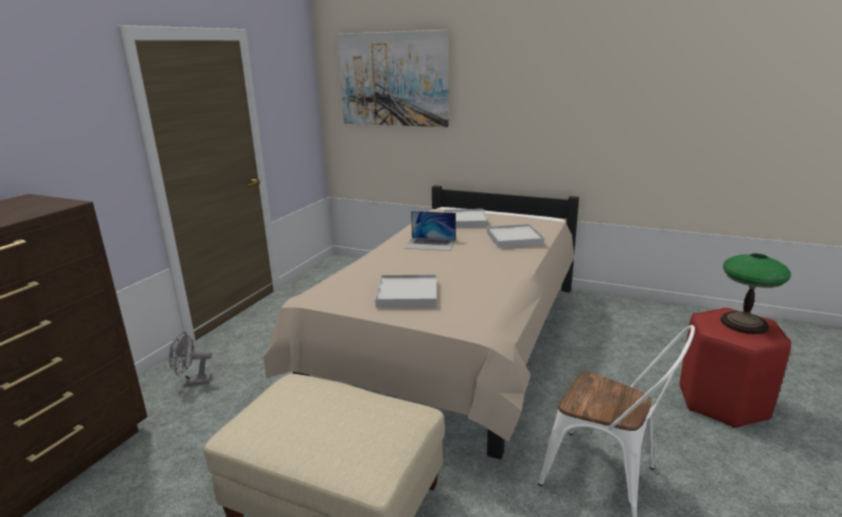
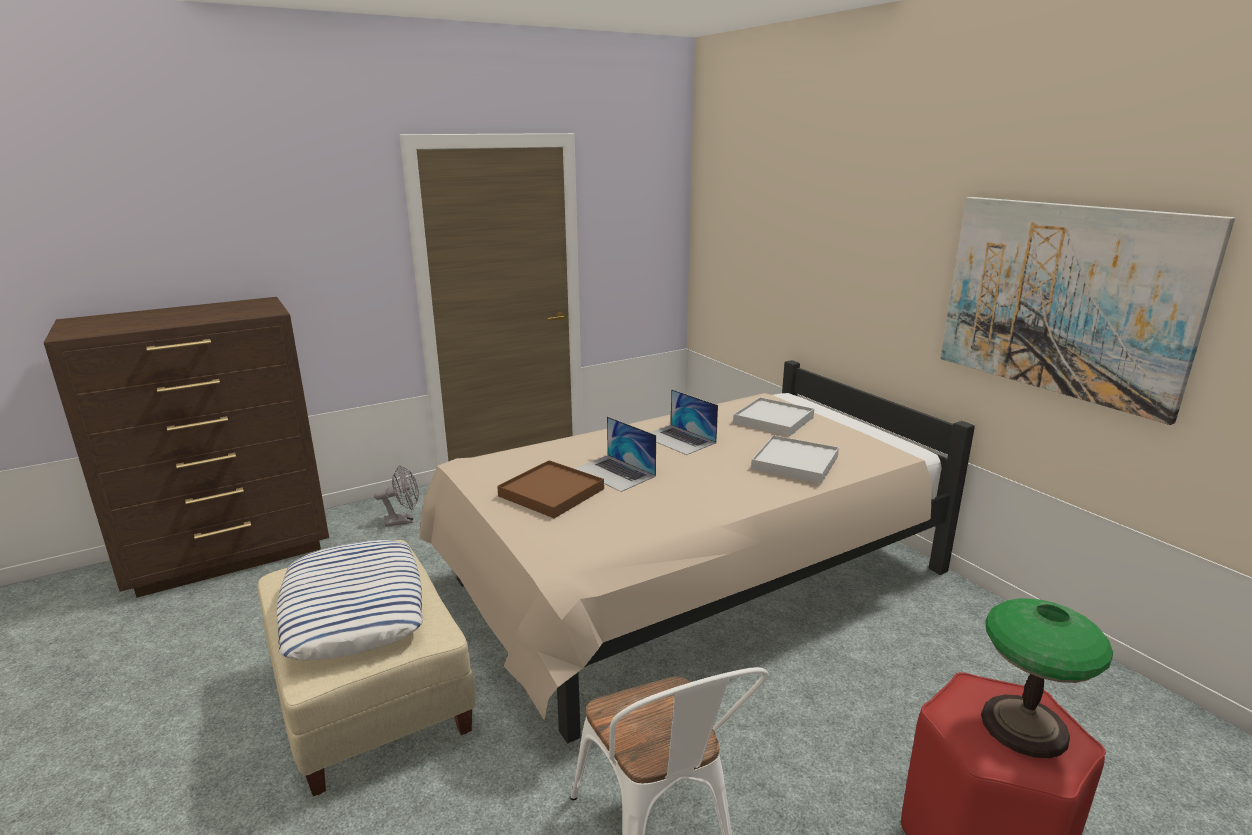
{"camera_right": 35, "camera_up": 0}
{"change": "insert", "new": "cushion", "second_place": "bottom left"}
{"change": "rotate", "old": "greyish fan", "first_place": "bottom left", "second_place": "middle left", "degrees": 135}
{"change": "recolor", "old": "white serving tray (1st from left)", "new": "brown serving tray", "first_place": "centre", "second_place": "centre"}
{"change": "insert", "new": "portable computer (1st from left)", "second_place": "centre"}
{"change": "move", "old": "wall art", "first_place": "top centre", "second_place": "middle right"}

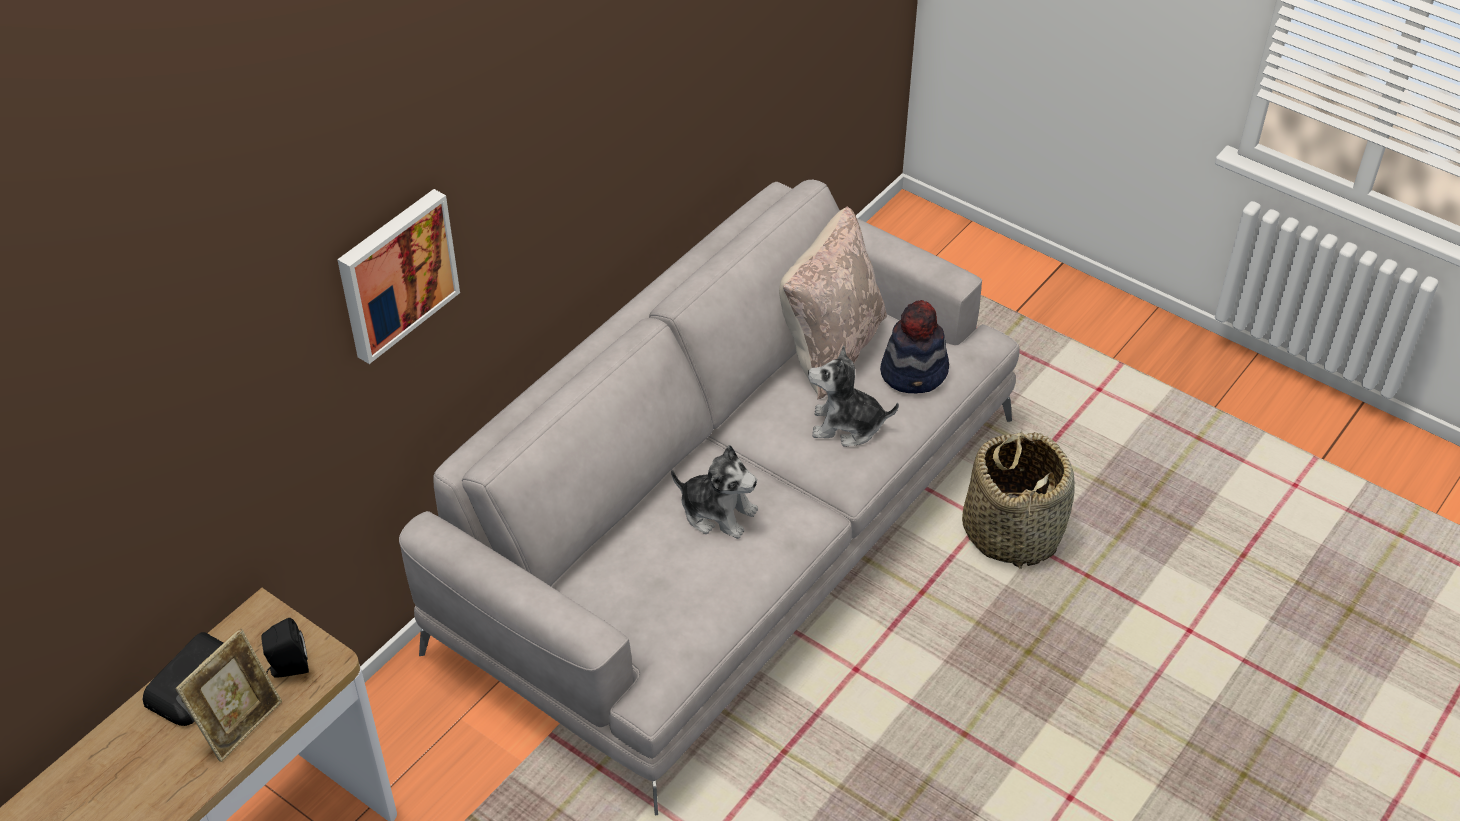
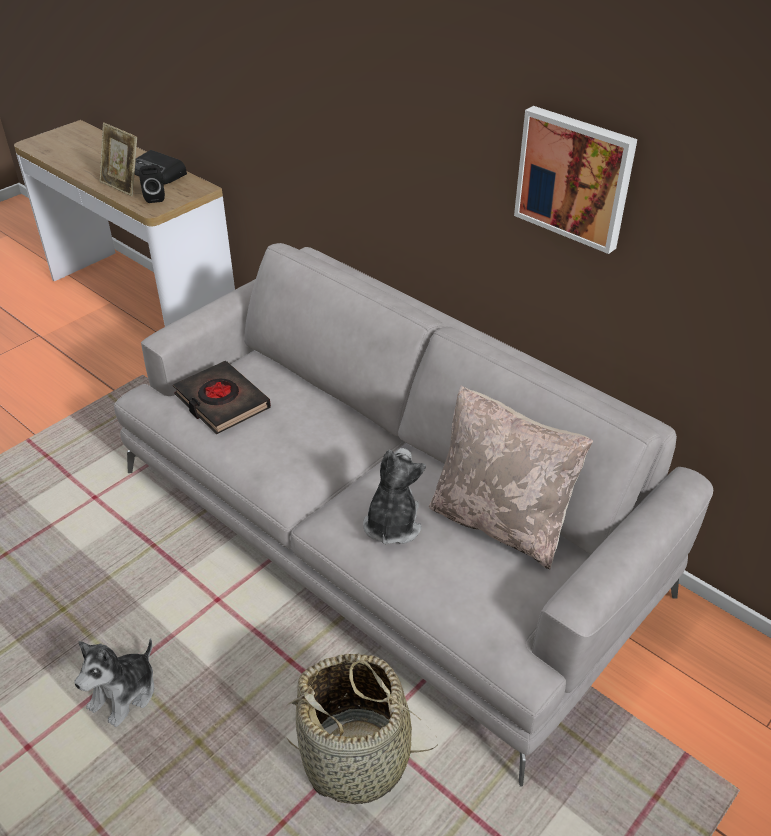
{"camera_right": 95, "camera_up": -5}
{"change": "move", "old": "cuddly toy (1st from left)", "first_place": "centre", "second_place": "bottom left"}
{"change": "insert", "new": "black-coloured volume", "second_place": "middle left"}
{"change": "move", "old": "wall art", "first_place": "middle left", "second_place": "top right"}
{"change": "delete", "old": "wearable hat", "first_place": "centre"}

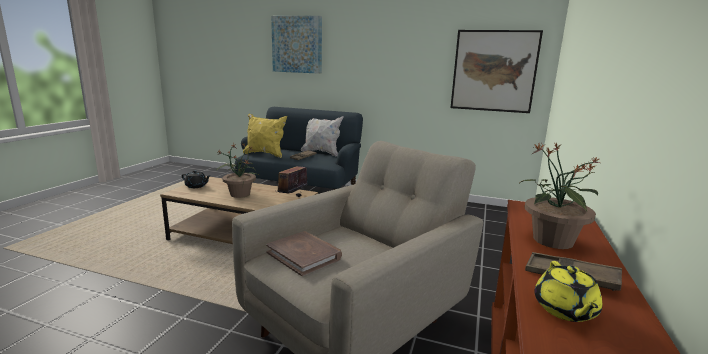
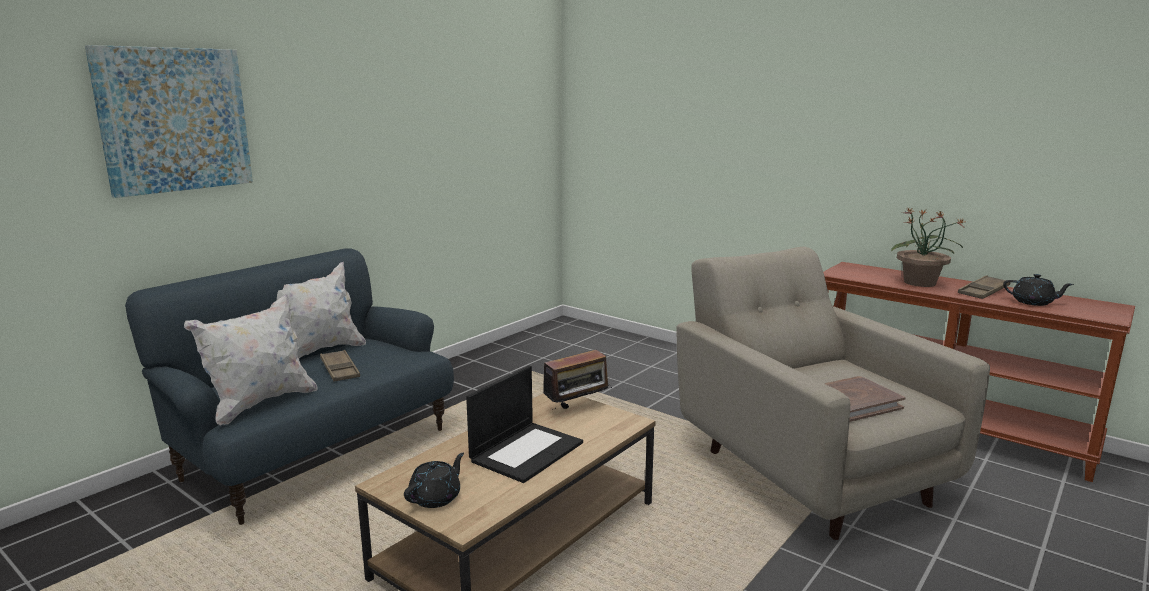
{"camera_right": -70, "camera_up": 0}
{"change": "recolor", "old": "yellow cushion", "new": "white cushion (1st from left)", "first_place": "centre", "second_place": "middle left"}
{"change": "replace", "old": "plant in a pot (1st from left)", "new": "portable computer", "first_place": "centre", "second_place": "bottom centre"}
{"change": "rotate", "old": "radio receiver", "first_place": "centre", "second_place": "centre", "degrees": -75}
{"change": "recolor", "old": "yellow tea pot", "new": "black-coloured tea pot (2nd from left)", "first_place": "bottom right", "second_place": "middle right"}
{"change": "delete", "old": "wall art (2nd from left)", "first_place": "top right"}

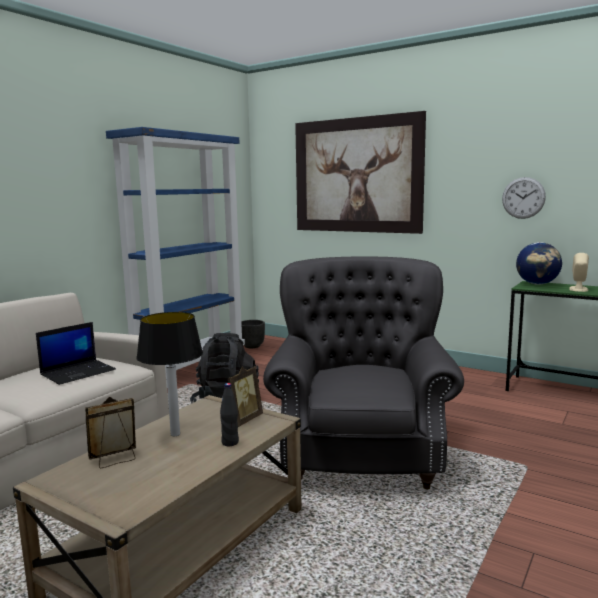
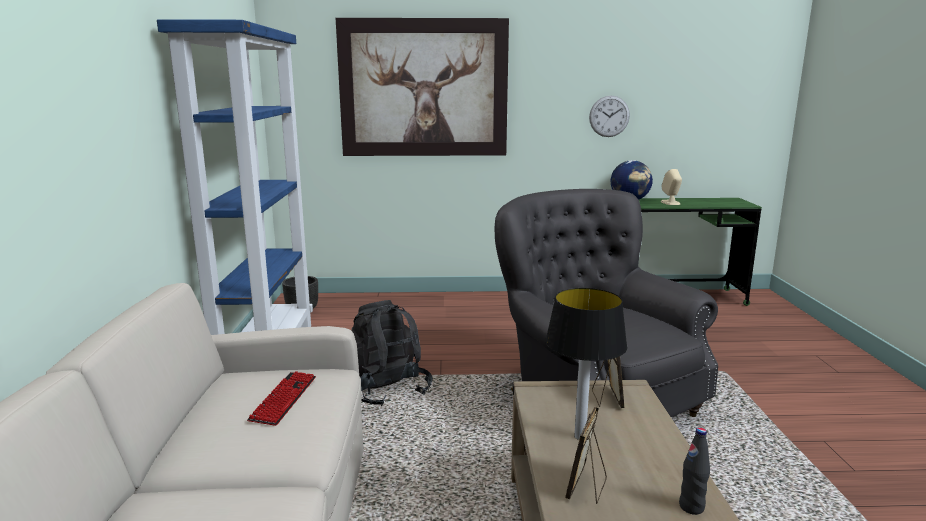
{"camera_right": -35, "camera_up": 5}
{"change": "replace", "old": "portable computer", "new": "computer keyboard", "first_place": "middle left", "second_place": "bottom left"}
{"change": "move", "old": "black-coloured beverage bottle", "first_place": "bottom centre", "second_place": "bottom right"}

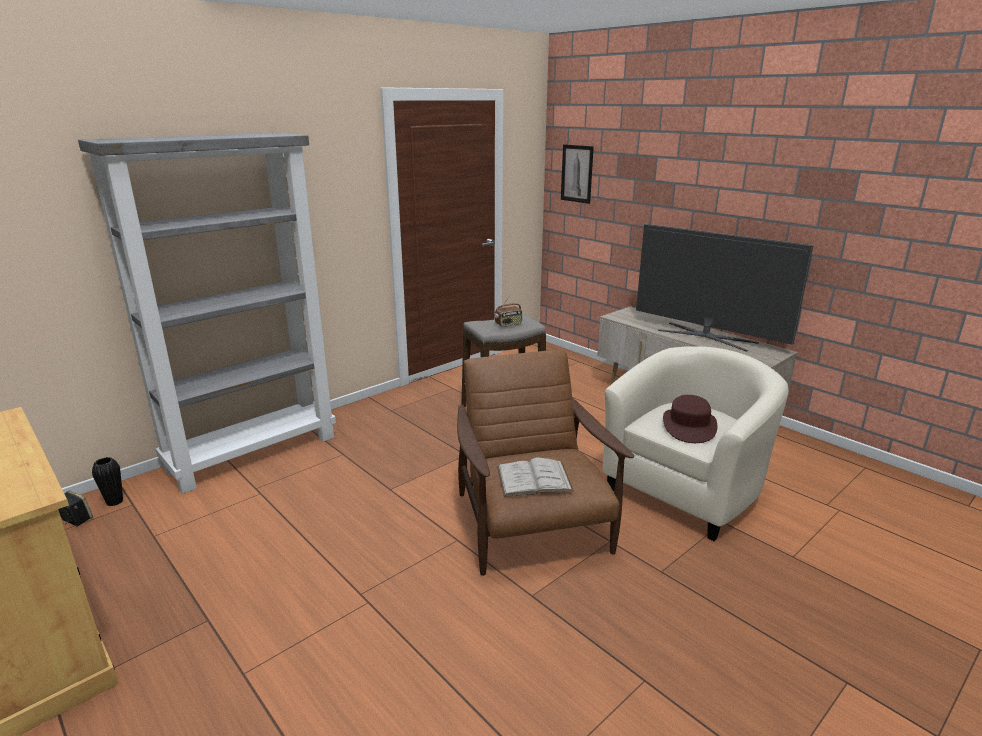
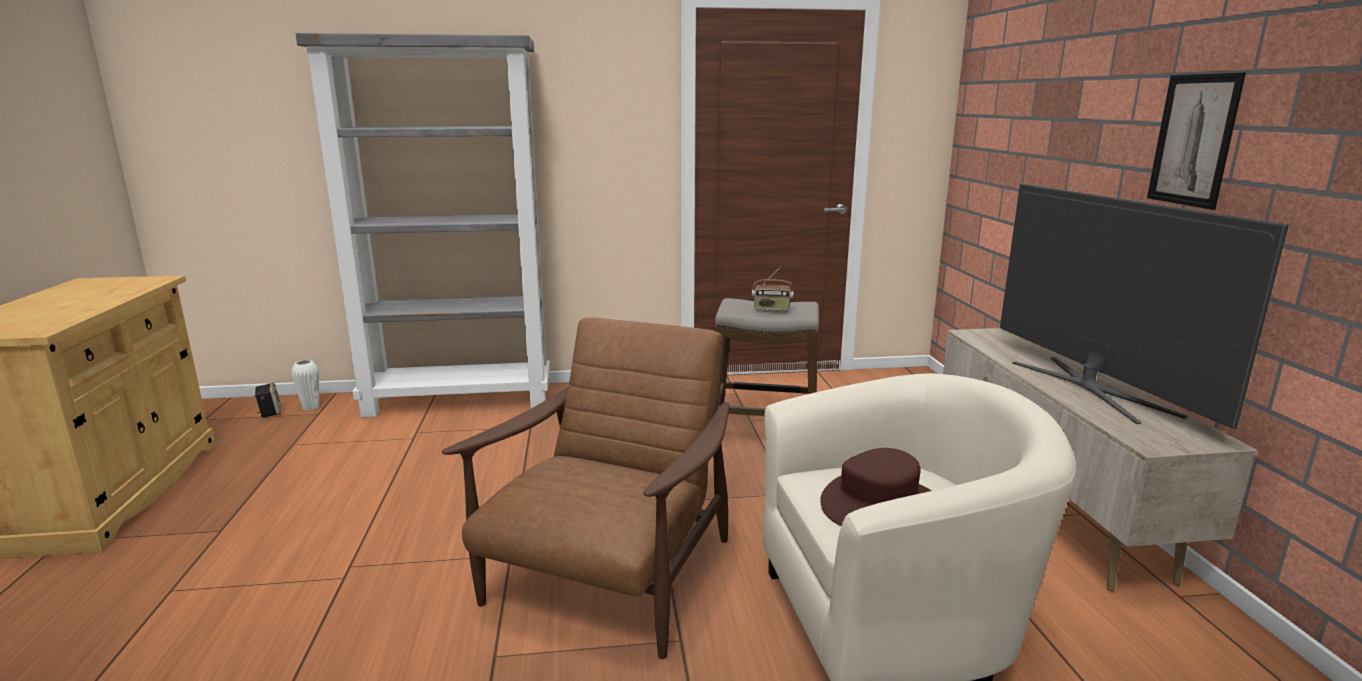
{"camera_right": 35, "camera_up": -5}
{"change": "recolor", "old": "black-coloured vase", "new": "white vase", "first_place": "middle left", "second_place": "middle left"}
{"change": "move", "old": "wall art", "first_place": "top centre", "second_place": "top right"}
{"change": "delete", "old": "white volume", "first_place": "centre"}

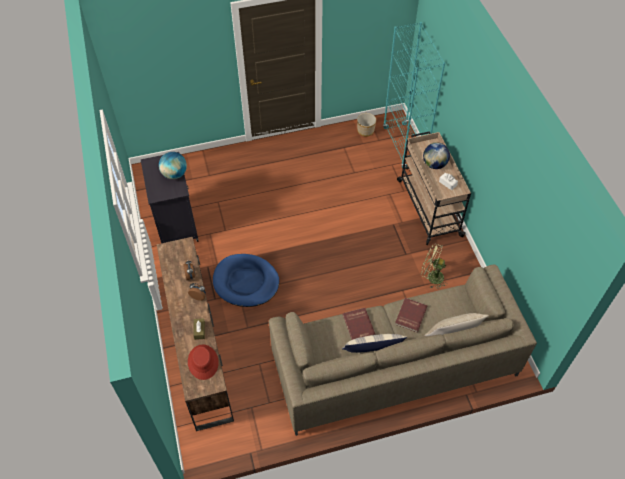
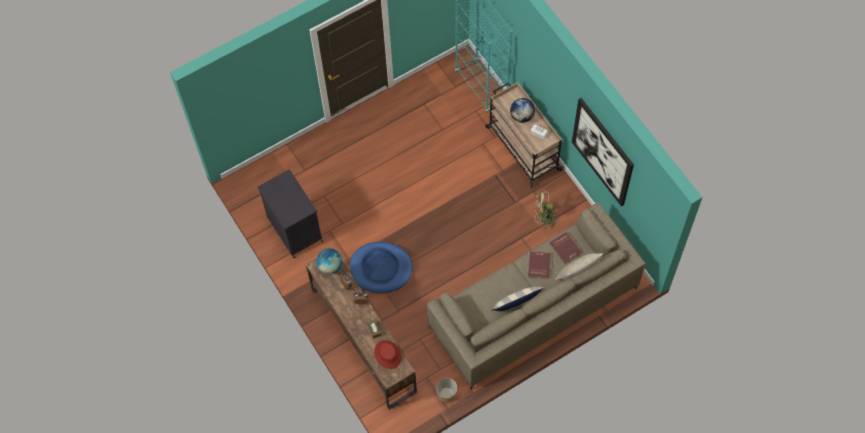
{"camera_right": -15, "camera_up": 10}
{"change": "move", "old": "globe (1st from left)", "first_place": "middle left", "second_place": "centre"}
{"change": "move", "old": "planter", "first_place": "top centre", "second_place": "bottom centre"}
{"change": "move", "old": "red volume (1st from left in the first image)", "new": "red volume (2nd from left)", "first_place": "bottom centre", "second_place": "centre"}
{"change": "insert", "new": "wall art", "second_place": "middle right"}

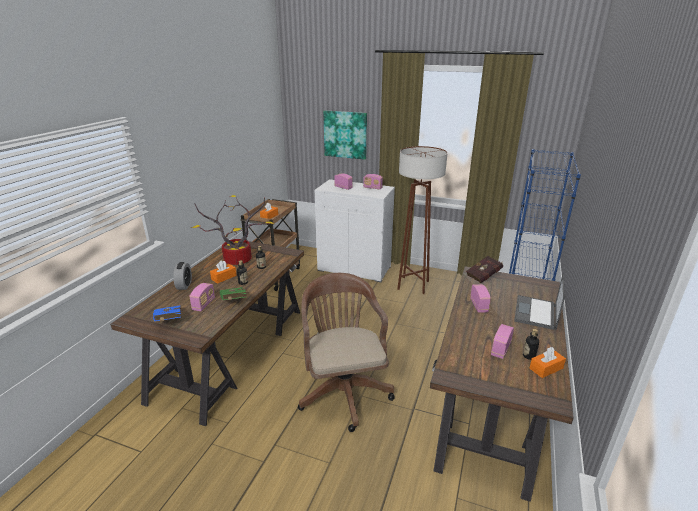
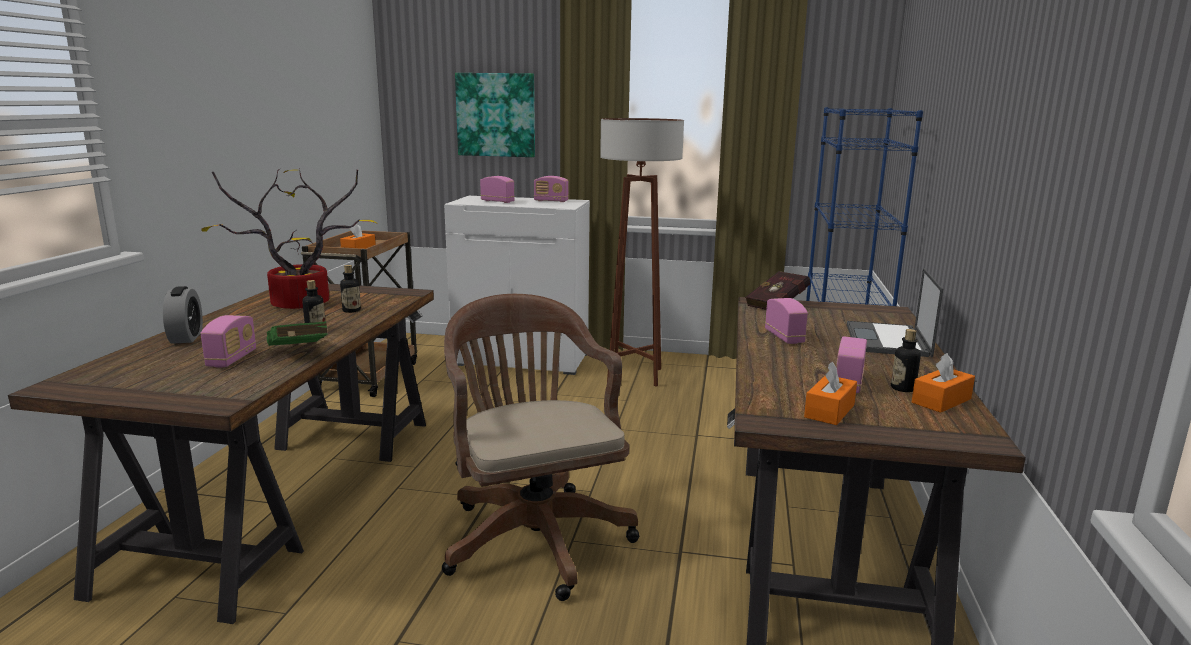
{"camera_right": -10, "camera_up": -10}
{"change": "move", "old": "orange-coloured box of tissues (1st from left in the first image)", "new": "orange-coloured box of tissues (2nd from left)", "first_place": "middle left", "second_place": "middle right"}
{"change": "delete", "old": "blue-coloured volume", "first_place": "middle left"}

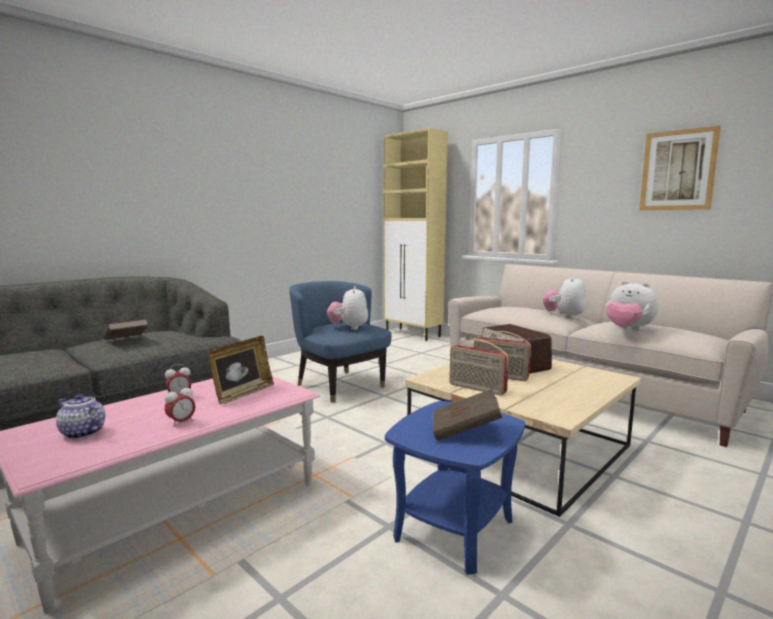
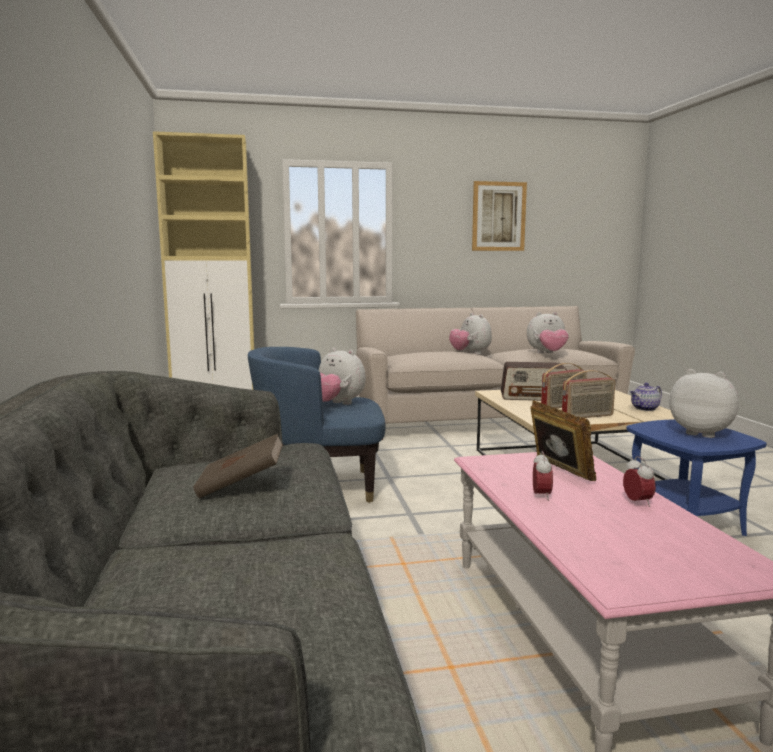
{"camera_right": -55, "camera_up": 0}
{"change": "move", "old": "tea pot", "first_place": "bottom left", "second_place": "middle right"}
{"change": "replace", "old": "brown volume (2nd from left)", "new": "cuddly toy (4th from left)", "first_place": "bottom centre", "second_place": "middle right"}

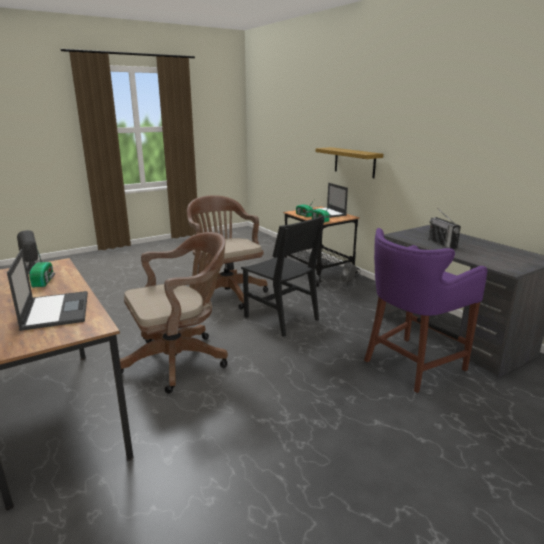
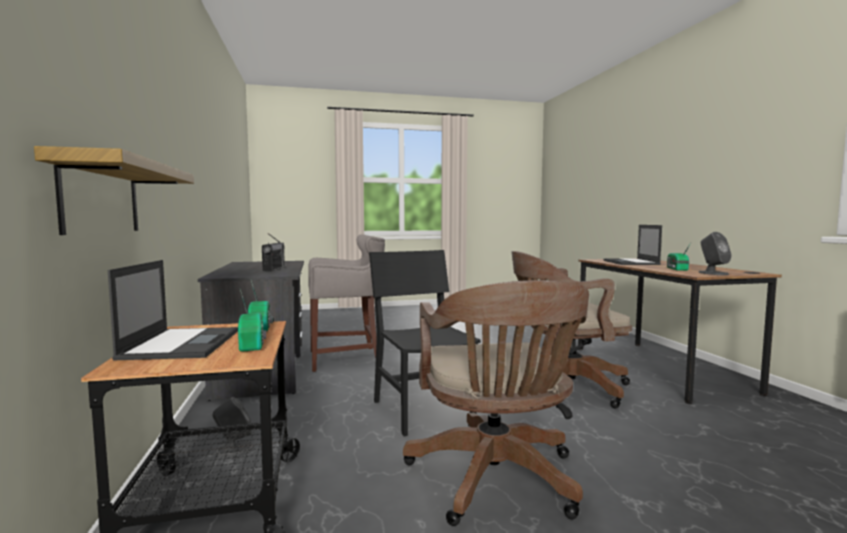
{"camera_right": -160, "camera_up": -15}
{"change": "recolor", "old": "purplish stool", "new": "greyish stool", "first_place": "middle right", "second_place": "centre"}

